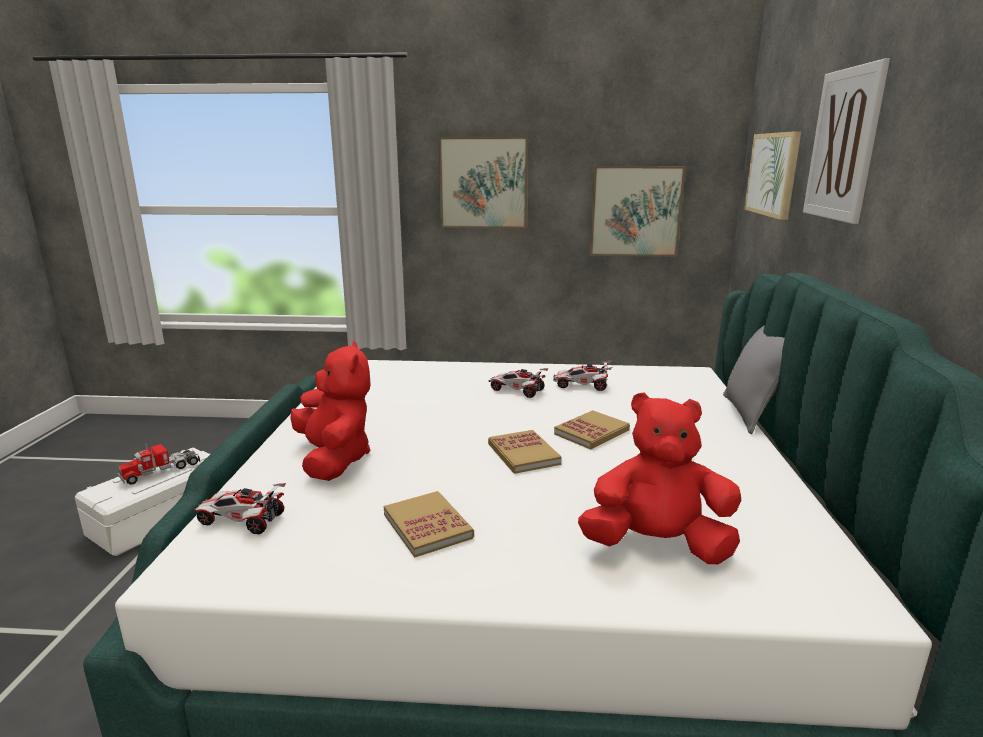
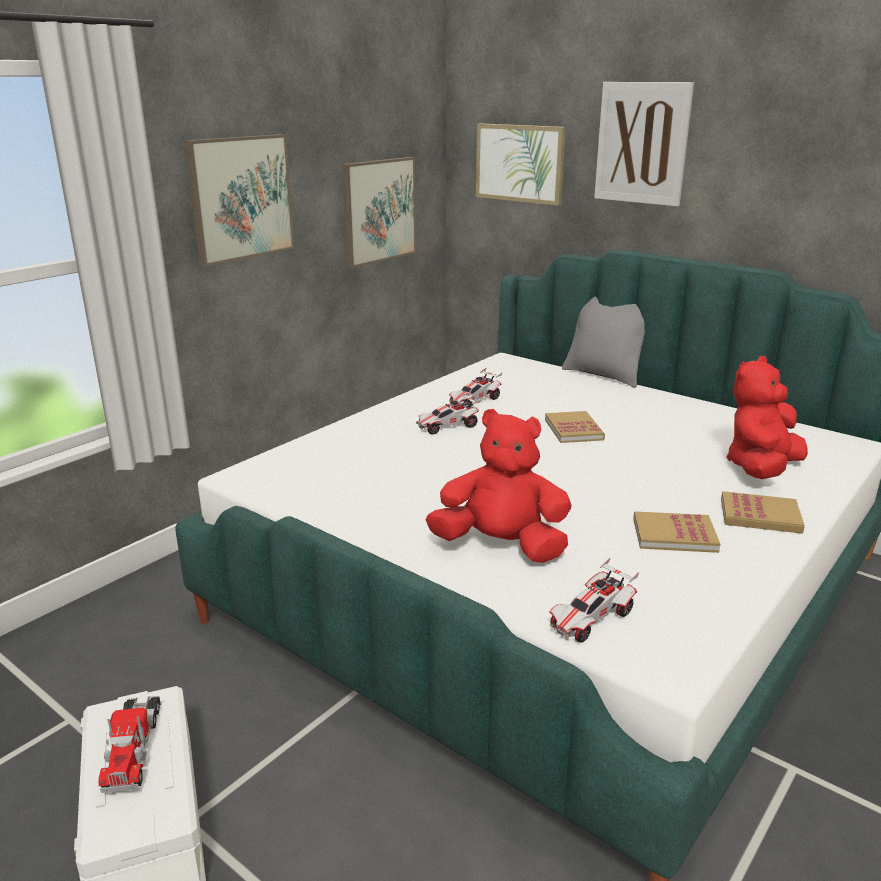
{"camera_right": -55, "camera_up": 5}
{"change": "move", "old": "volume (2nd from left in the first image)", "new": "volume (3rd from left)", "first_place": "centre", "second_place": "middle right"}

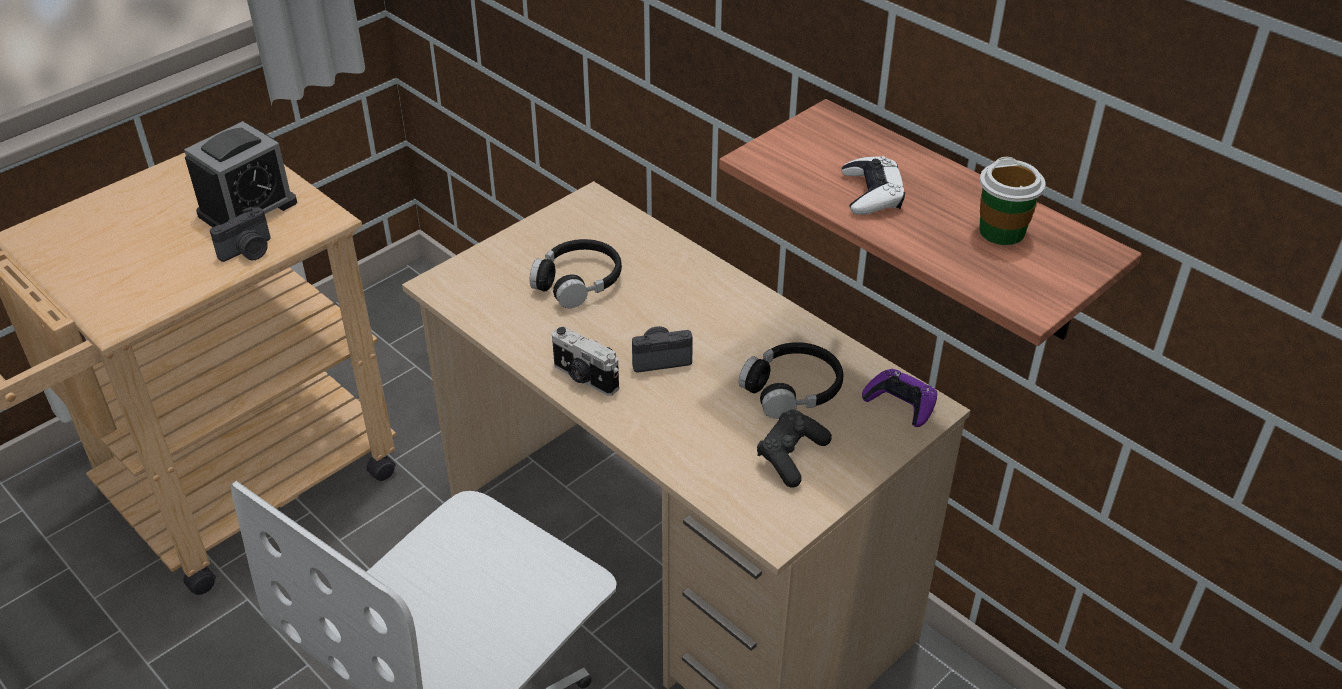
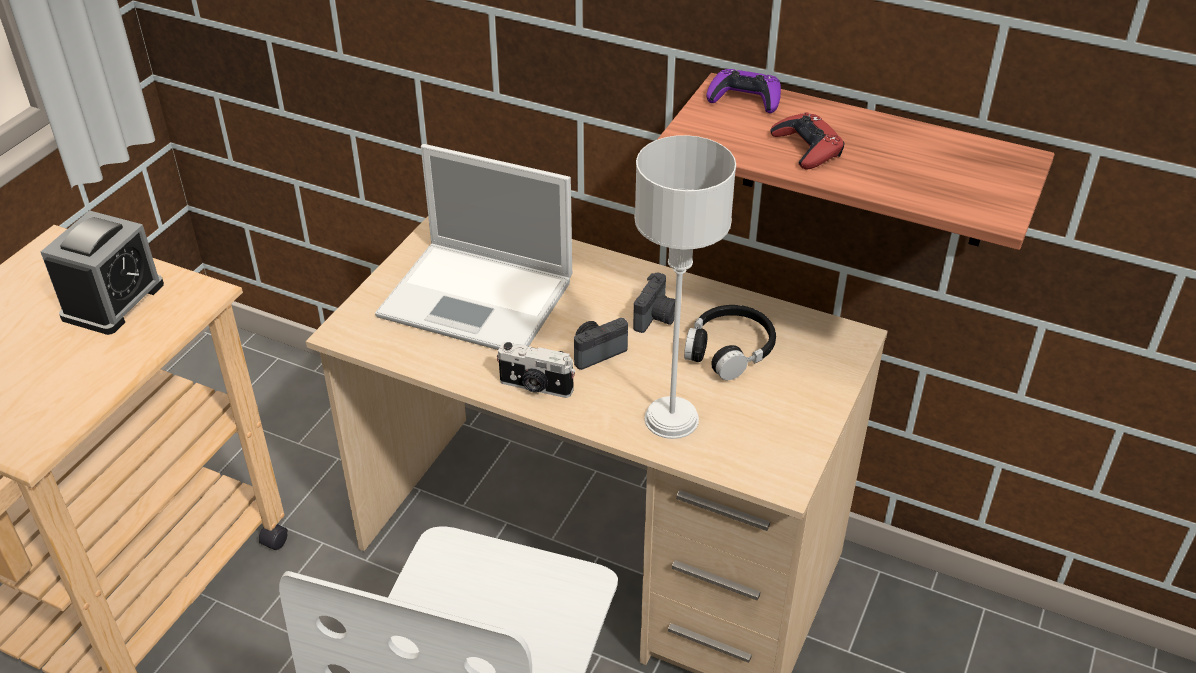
{"camera_right": -20, "camera_up": 0}
{"change": "replace", "old": "black-coloured pair of headphones (1st from left)", "new": "portable computer", "first_place": "centre", "second_place": "centre"}
{"change": "move", "old": "still camera (1st from left in the first image)", "new": "still camera (3rd from left)", "first_place": "middle left", "second_place": "centre"}
{"change": "insert", "new": "greyish lamp for a table", "second_place": "centre"}
{"change": "move", "old": "purplish joypad", "first_place": "middle right", "second_place": "top centre"}
{"change": "recolor", "old": "white joypad", "new": "red joypad", "first_place": "top centre", "second_place": "top right"}
{"change": "delete", "old": "black-coloured joypad", "first_place": "centre"}
{"change": "delete", "old": "small cup", "first_place": "top right"}

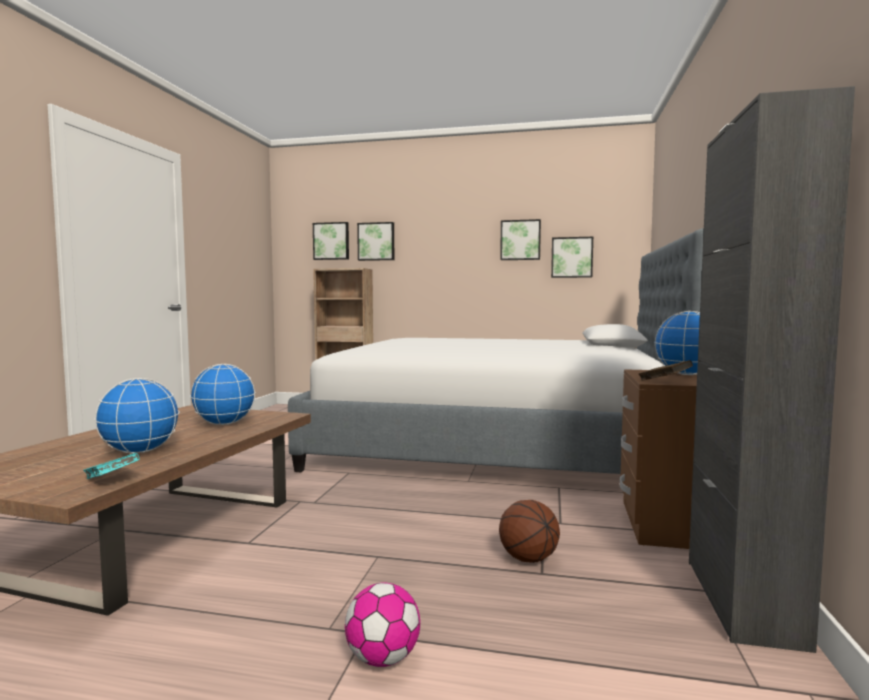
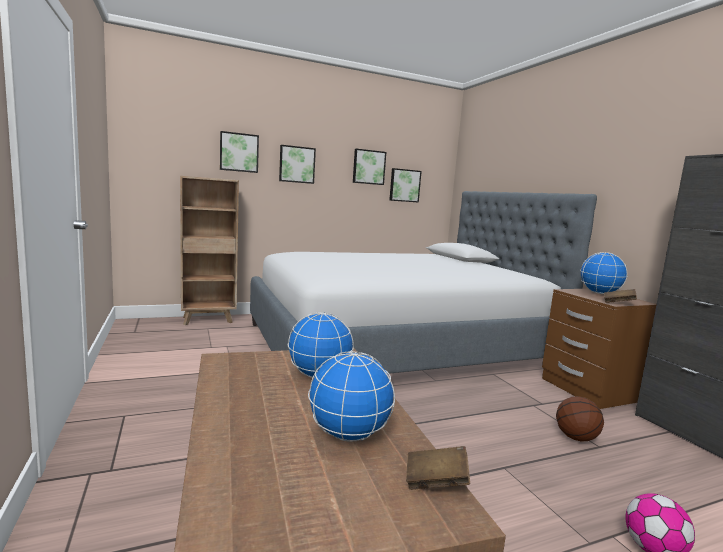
{"camera_right": -35, "camera_up": 5}
{"change": "move", "old": "wall art (1st from left in the first image)", "new": "wall art (2nd from left)", "first_place": "centre", "second_place": "top centre"}
{"change": "recolor", "old": "turquoise volume", "new": "brown volume (1st from left)", "first_place": "middle left", "second_place": "bottom centre"}

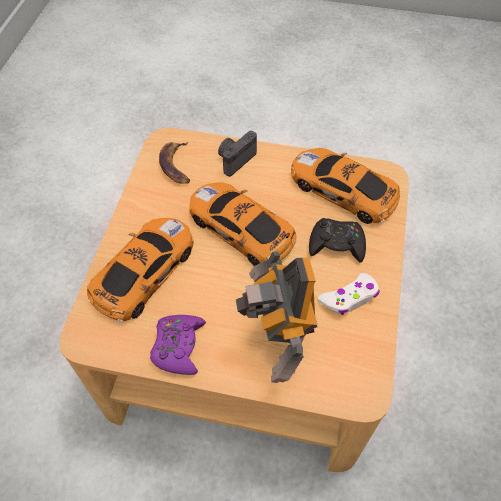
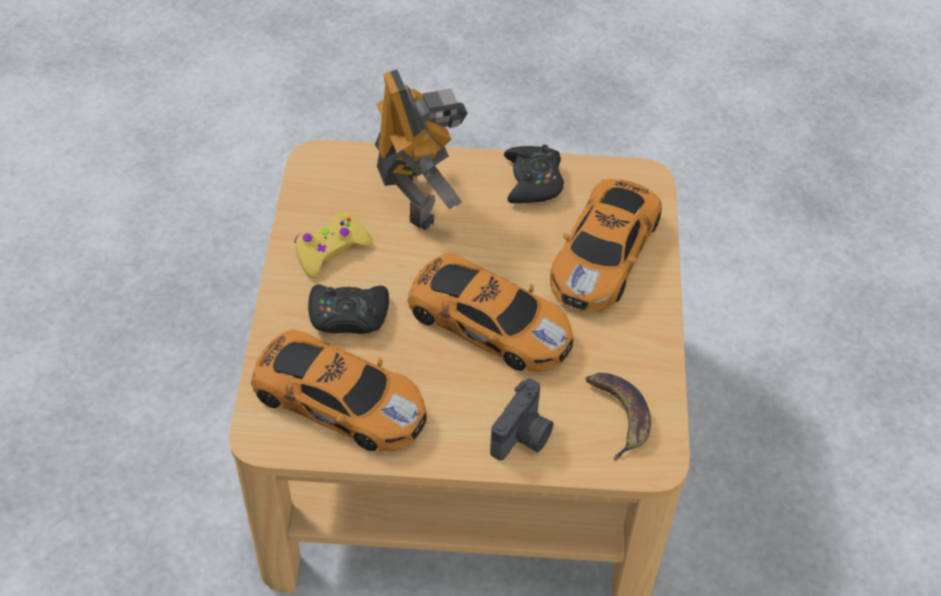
{"camera_right": 170, "camera_up": -5}
{"change": "recolor", "old": "white joypad", "new": "yellow joypad", "first_place": "middle right", "second_place": "centre"}
{"change": "recolor", "old": "purplish joypad", "new": "black-coloured joypad (2nd from left)", "first_place": "bottom centre", "second_place": "top centre"}

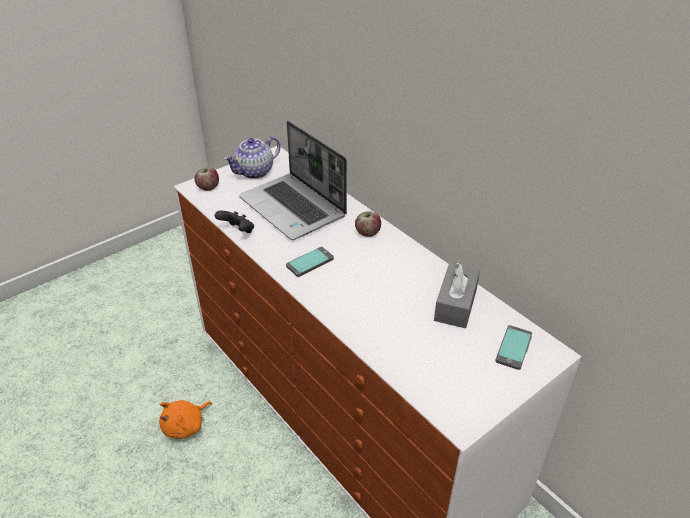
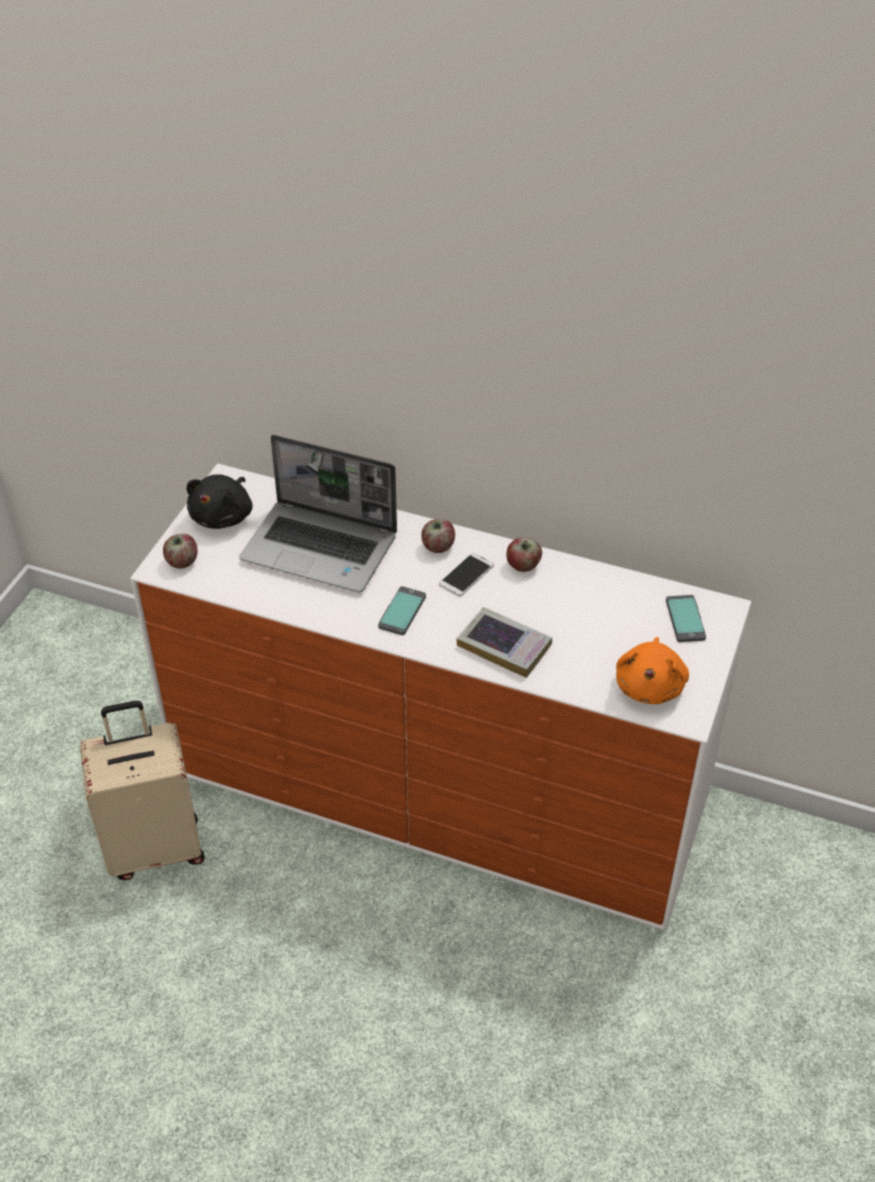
{"camera_right": -30, "camera_up": 5}
{"change": "insert", "new": "beige-coloured suitcase", "second_place": "bottom left"}
{"change": "replace", "old": "tea pot", "new": "black-coloured cuddly toy", "first_place": "top centre", "second_place": "middle left"}
{"change": "insert", "new": "handset (2nd from left)", "second_place": "centre"}
{"change": "insert", "new": "volume", "second_place": "centre"}
{"change": "insert", "new": "whole apple (3rd from left)", "second_place": "centre"}
{"change": "move", "old": "orange-coloured cuddly toy", "first_place": "bottom left", "second_place": "middle right"}
{"change": "delete", "old": "black-coloured joypad", "first_place": "centre"}
{"change": "delete", "old": "greyish box of tissues", "first_place": "centre"}

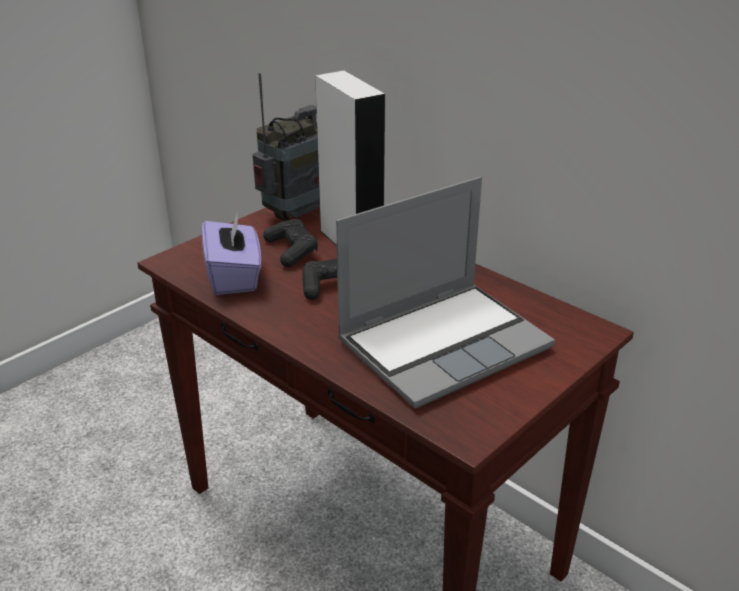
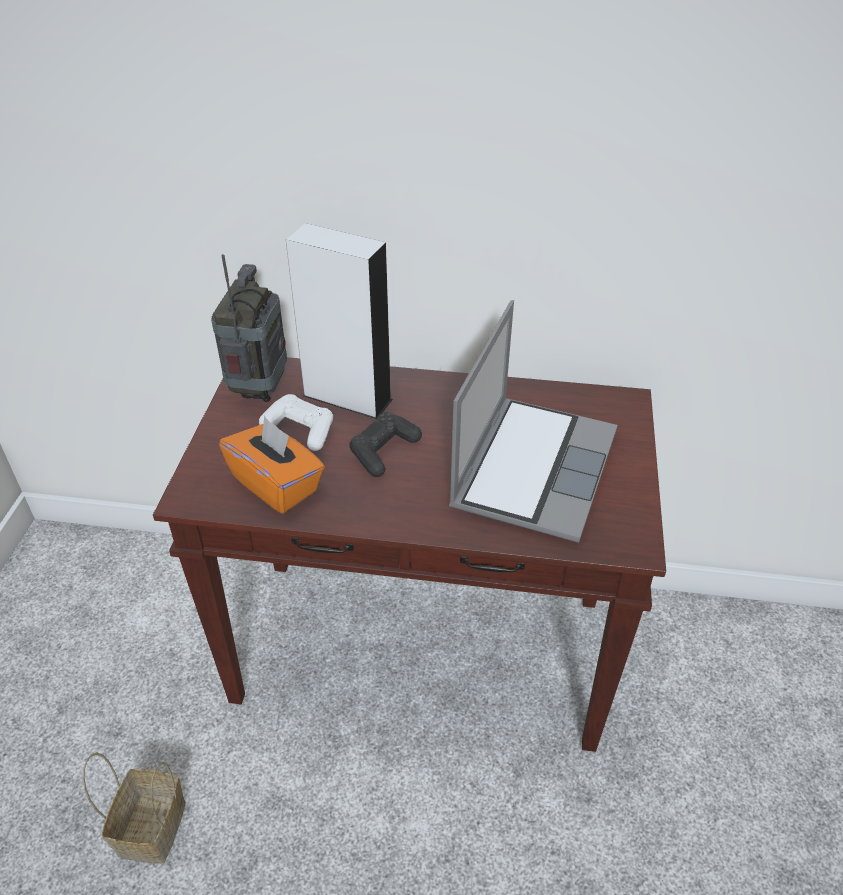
{"camera_right": -35, "camera_up": 10}
{"change": "insert", "new": "storage basket", "second_place": "bottom left"}
{"change": "recolor", "old": "purplish box of tissues", "new": "orange-coloured box of tissues", "first_place": "middle left", "second_place": "middle left"}
{"change": "recolor", "old": "black-coloured joypad (1st from left)", "new": "white joypad", "first_place": "centre", "second_place": "centre"}

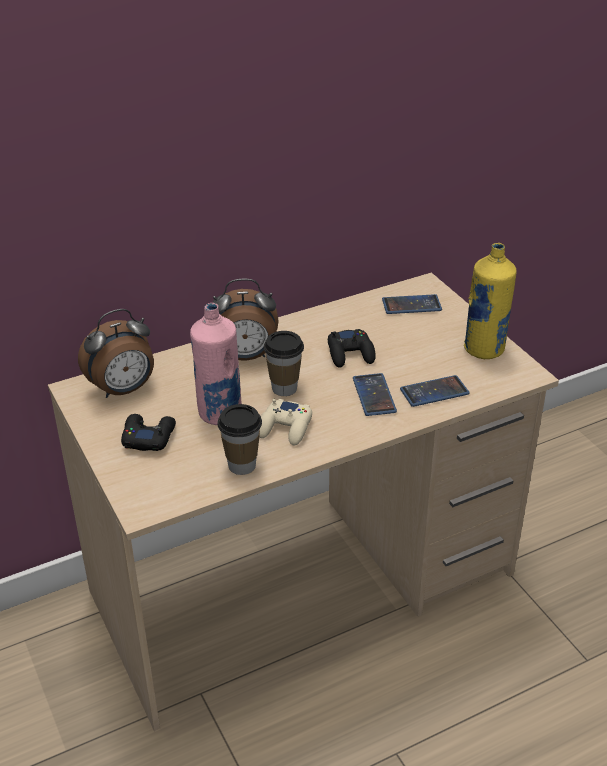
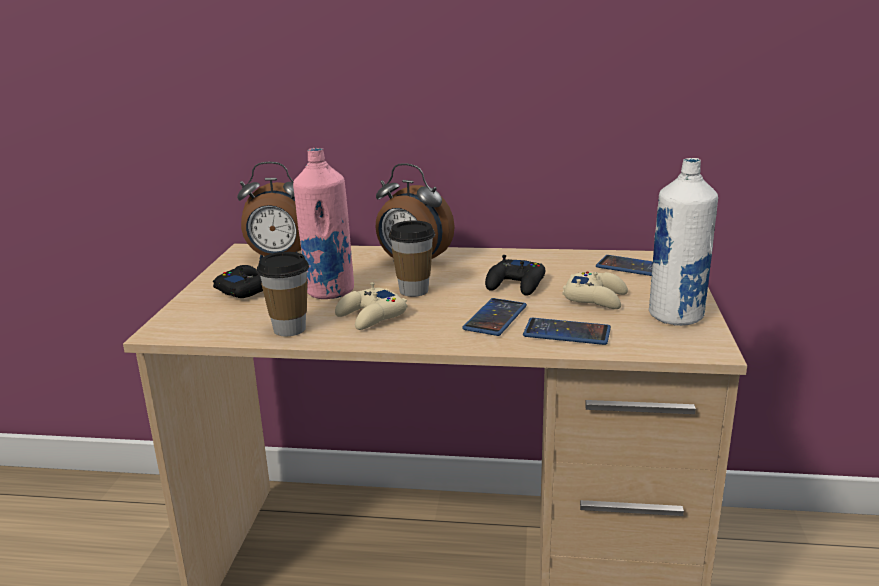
{"camera_right": 35, "camera_up": -15}
{"change": "insert", "new": "beige-coloured joypad (2nd from left)", "second_place": "middle right"}
{"change": "recolor", "old": "yellow beverage bottle", "new": "white beverage bottle", "first_place": "middle right", "second_place": "middle right"}

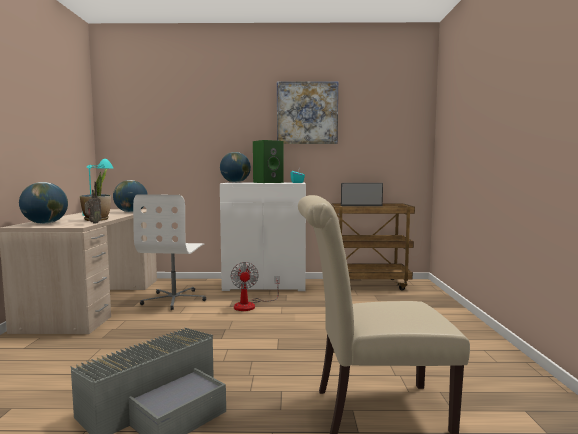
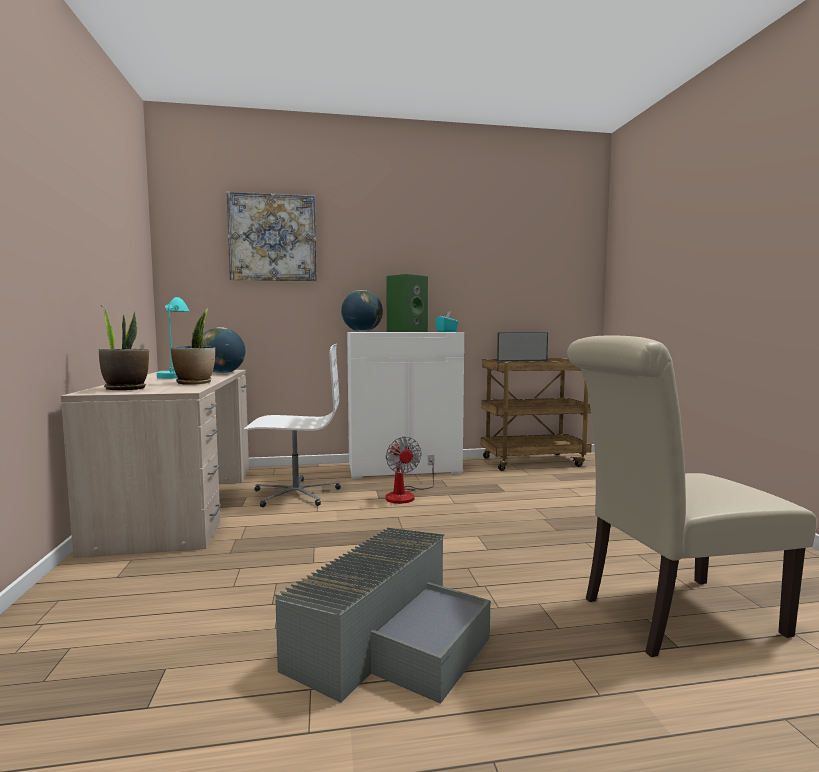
{"camera_right": -10, "camera_up": 0}
{"change": "replace", "old": "globe (1st from left)", "new": "plant in a pot (1st from left)", "first_place": "middle left", "second_place": "middle left"}
{"change": "move", "old": "wall art", "first_place": "top centre", "second_place": "top left"}
{"change": "rotate", "old": "white desk chair", "first_place": "middle left", "second_place": "centre", "degrees": -90}
{"change": "delete", "old": "radio receiver", "first_place": "middle left"}

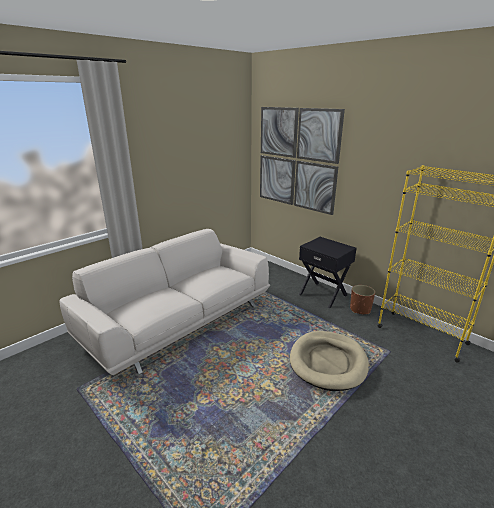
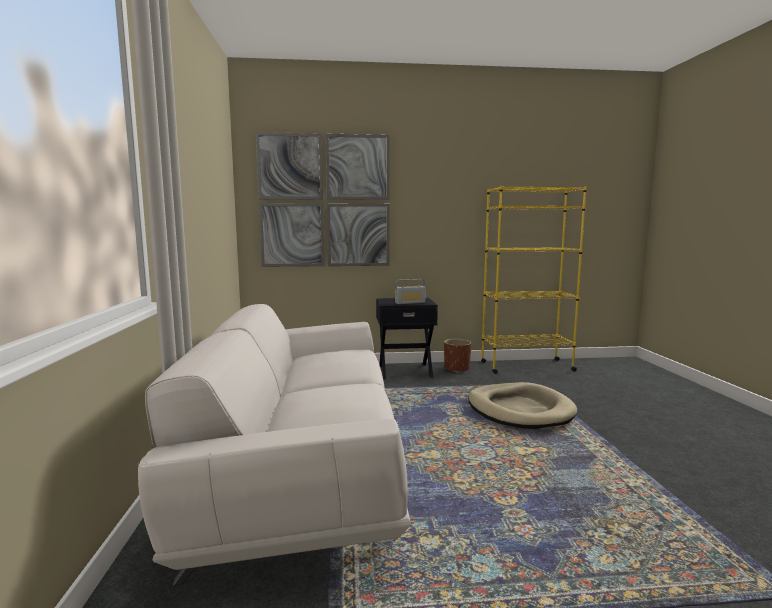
{"camera_right": -50, "camera_up": -15}
{"change": "insert", "new": "radio receiver", "second_place": "centre"}

